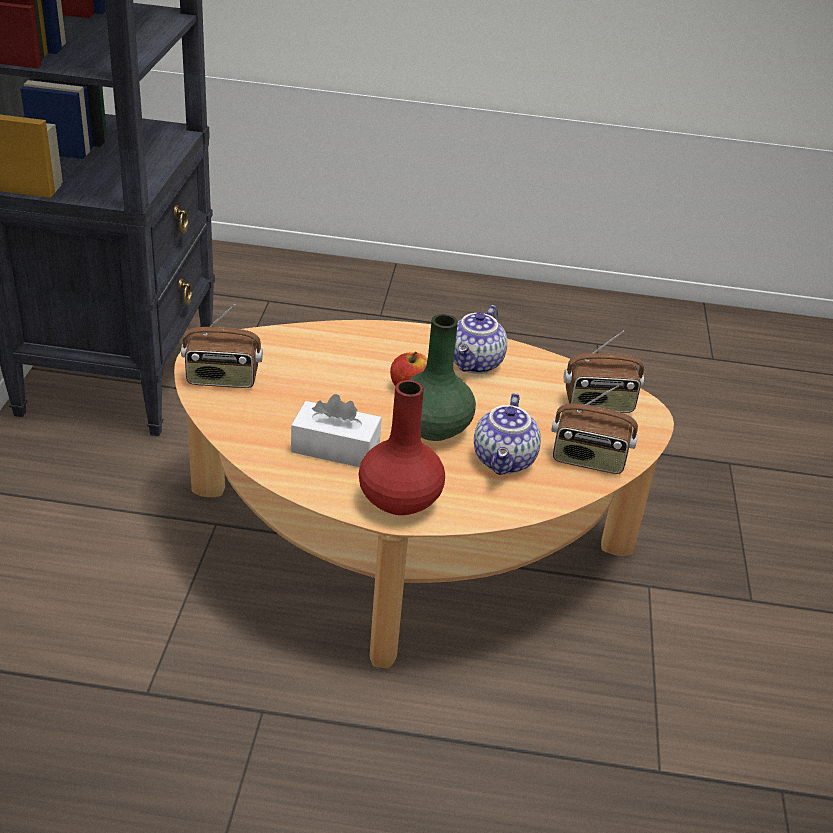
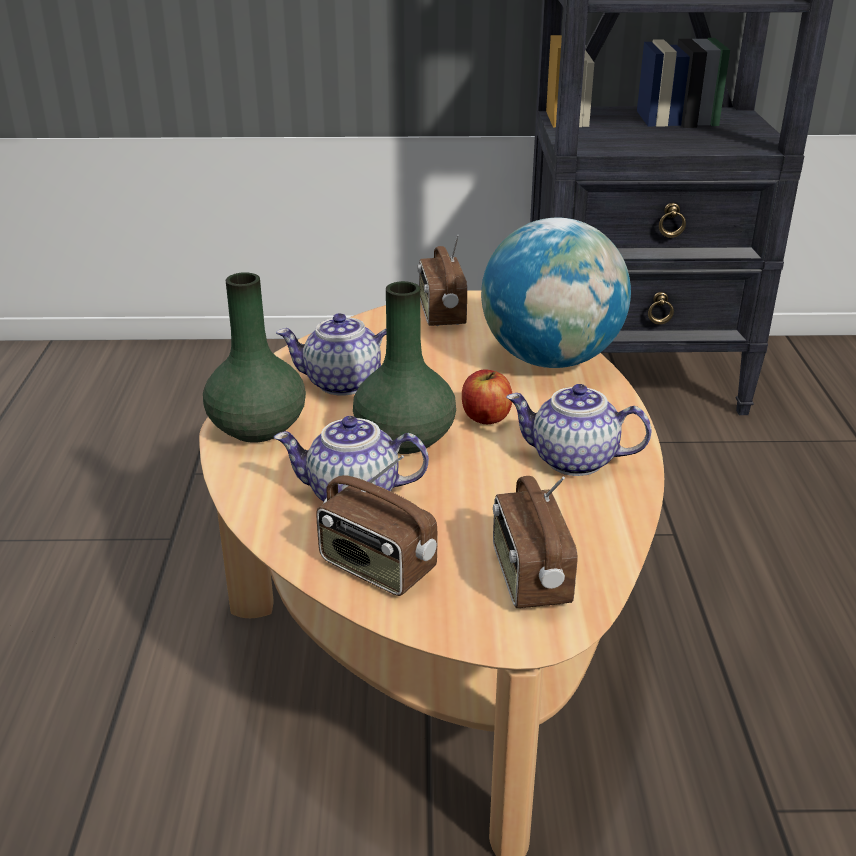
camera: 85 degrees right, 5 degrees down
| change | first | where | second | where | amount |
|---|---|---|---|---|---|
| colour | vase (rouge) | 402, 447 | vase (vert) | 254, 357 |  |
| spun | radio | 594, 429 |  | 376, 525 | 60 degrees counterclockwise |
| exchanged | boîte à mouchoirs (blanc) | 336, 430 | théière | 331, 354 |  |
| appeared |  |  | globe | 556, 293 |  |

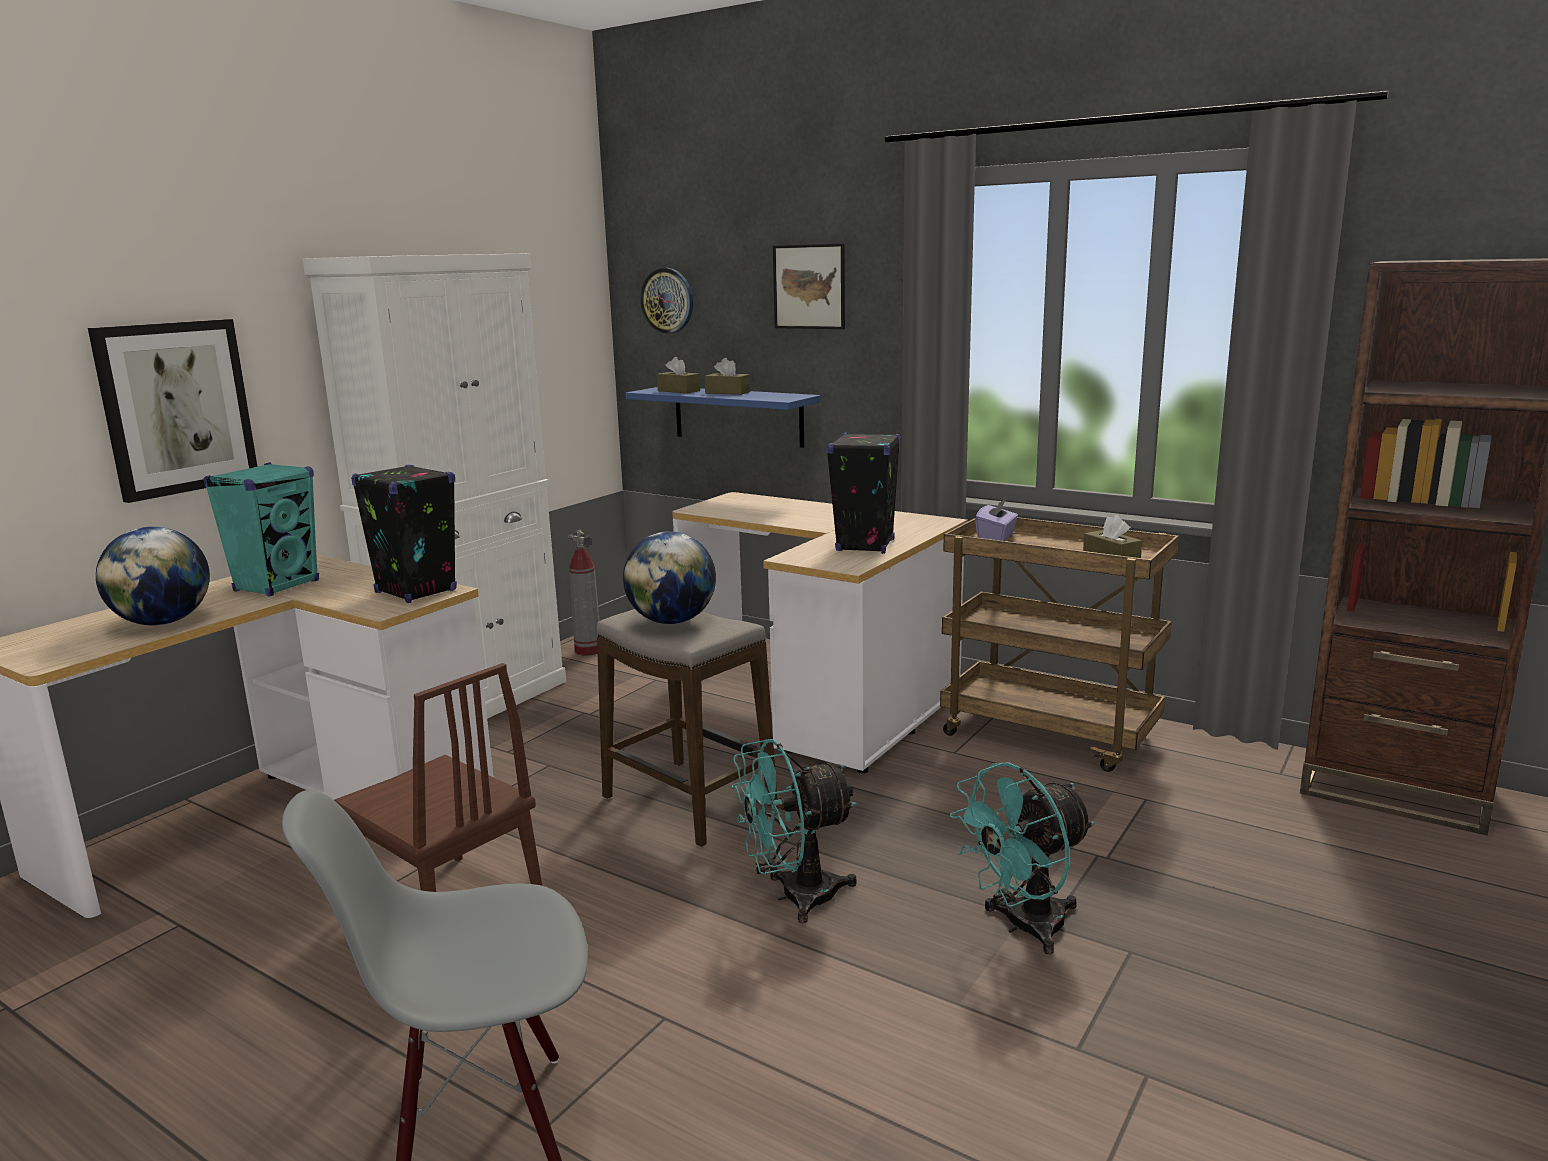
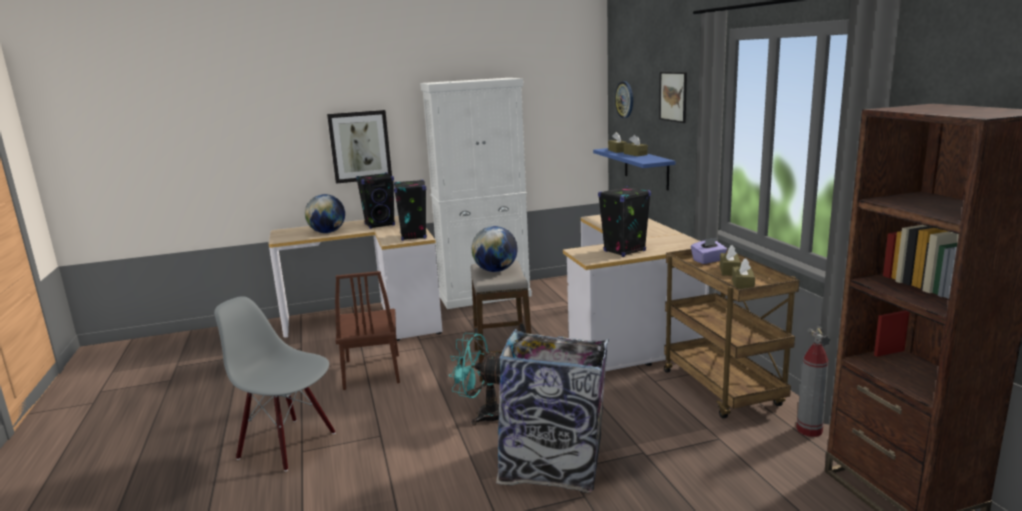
camera: 40 degrees right, 0 degrees up
| change | first | where | second | where | amount |
|---|---|---|---|---|---|
| colour | enceinte (turquoise) | 261, 529 | enceinte (noir) | 375, 200 |  |
| relocated | extincteur | 584, 592 |  | 813, 381 |  |
| exchanged | ventilateur (turquoise) | 1022, 858 | poubelle | 552, 411 |  |
| appeared |  |  | boîte à mouchoirs (marron) | 730, 260 |  |

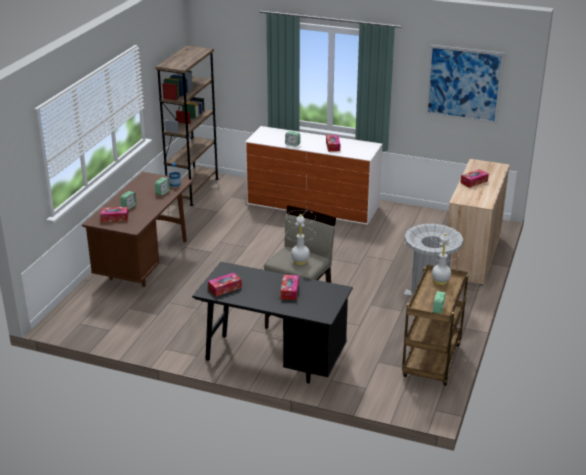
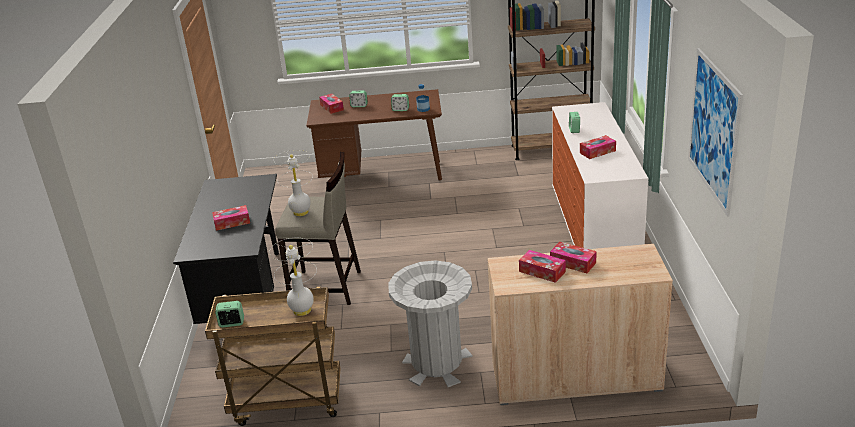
camera: 70 degrees right, 0 degrees up
| change | first | where | second | where | amount |
|---|---|---|---|---|---|
| relocated | boîte à mouchoirs | 225, 284 |  | 542, 266 |  |

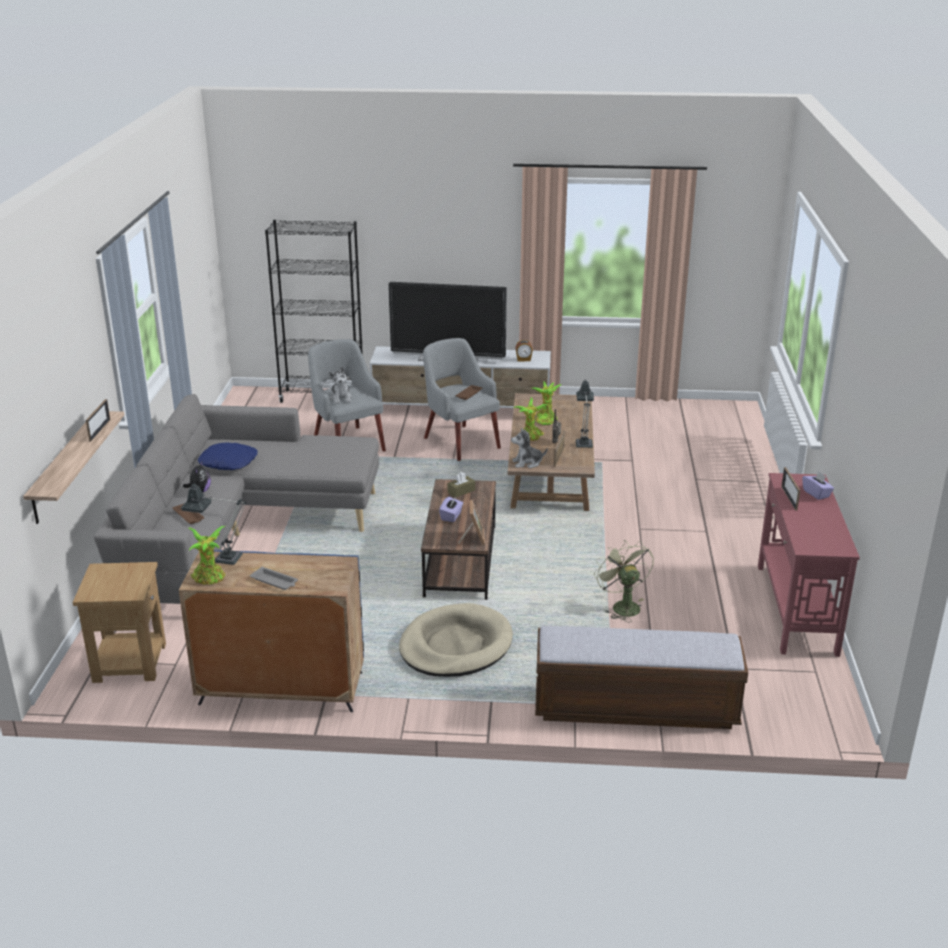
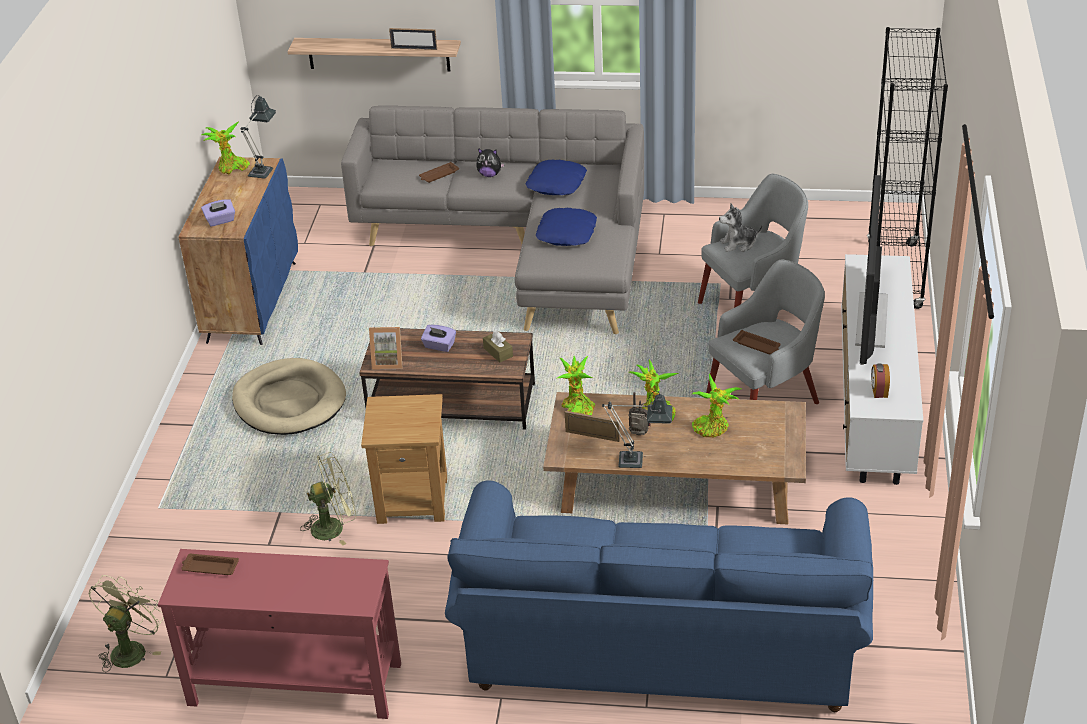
camera: 95 degrees right, 10 degrees up
| change | first | where | second | where | amount |
|---|---|---|---|---|---|
| exchanged | peluche | 529, 448 | plante en pot | 575, 385 |  |
| missing | cadre photo | 790, 488 |  |  |  |
| relocated | boîte à mouchoirs (violet) | 818, 485 |  | 218, 212 |  |
| relocated | table d'appoint (marron) | 119, 622 |  | 404, 459 |  |
| missing | plateau (gris) | 274, 578 |  |  |  |
| missing | banc | 641, 677 |  |  |  |
| appeared |  |  | coussin (bleu) | 566, 227 |  |
| appeared |  |  | canapé (bleu) | 659, 596 |  |
| appeared |  |  | plateau (marron) | 210, 564 |  |
| appeared |  |  | ventilateur (vert) | 126, 623 |  |

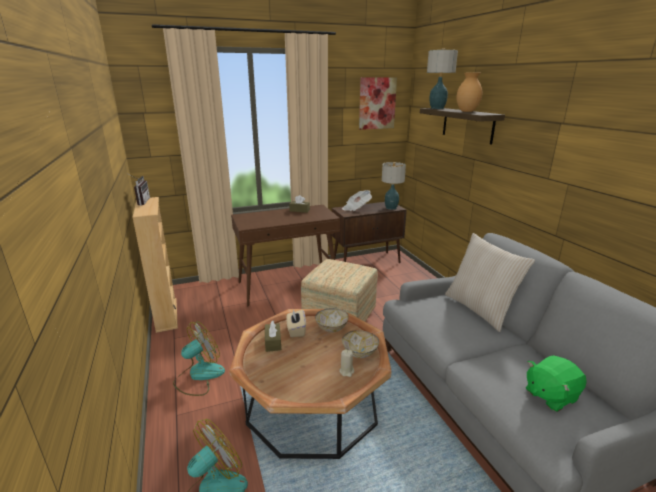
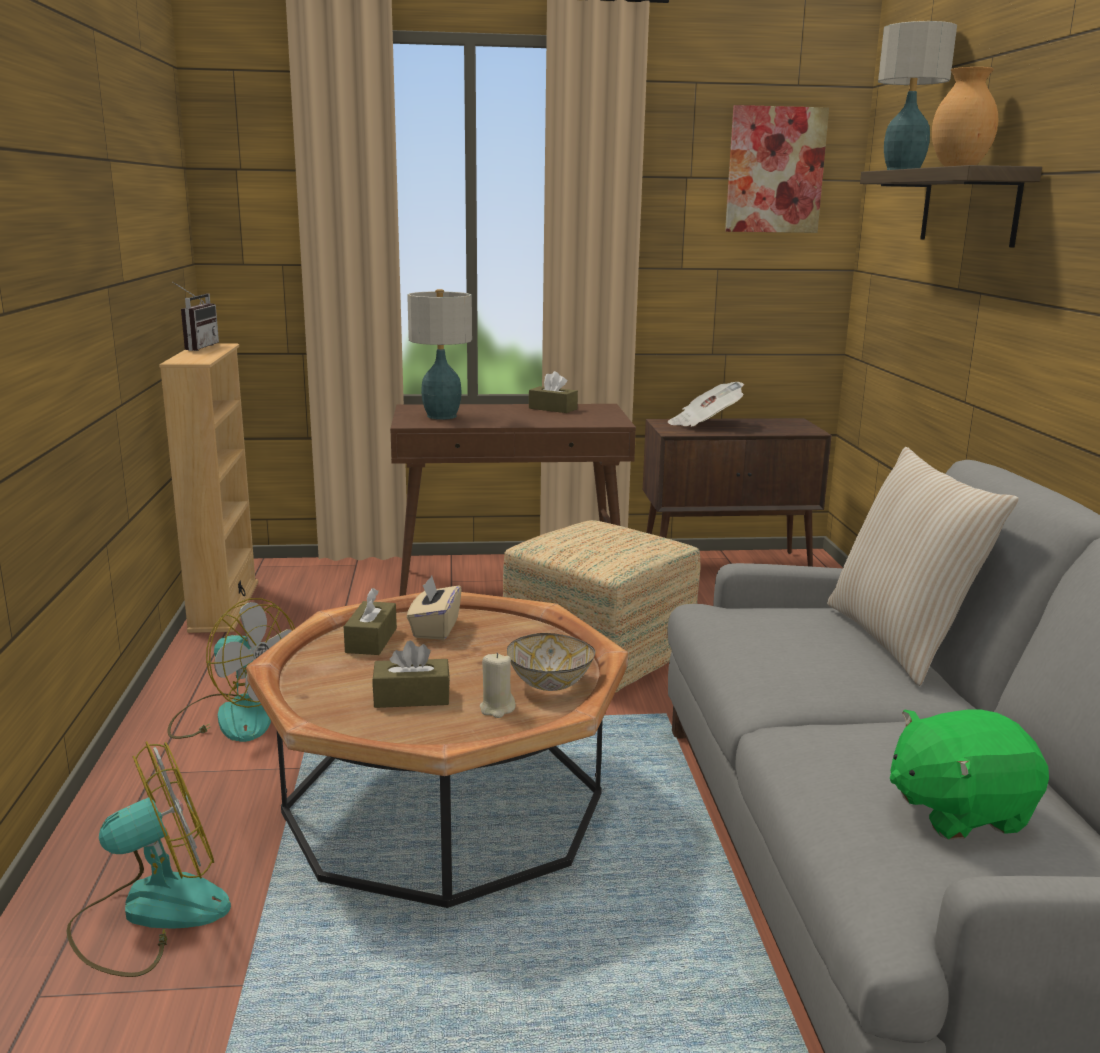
camera: 15 degrees right, 5 degrees down
| change | first | where | second | where | amount |
|---|---|---|---|---|---|
| relocated | lampe de table | 394, 186 |  | 439, 354 |  |
| missing | bol | 332, 320 |  |  |  |
| spun | ventilateur | 199, 358 |  | 231, 670 | 60 degrees clockwise |
| appeared |  |  | boîte à mouchoirs (marron) | 411, 674 |  |

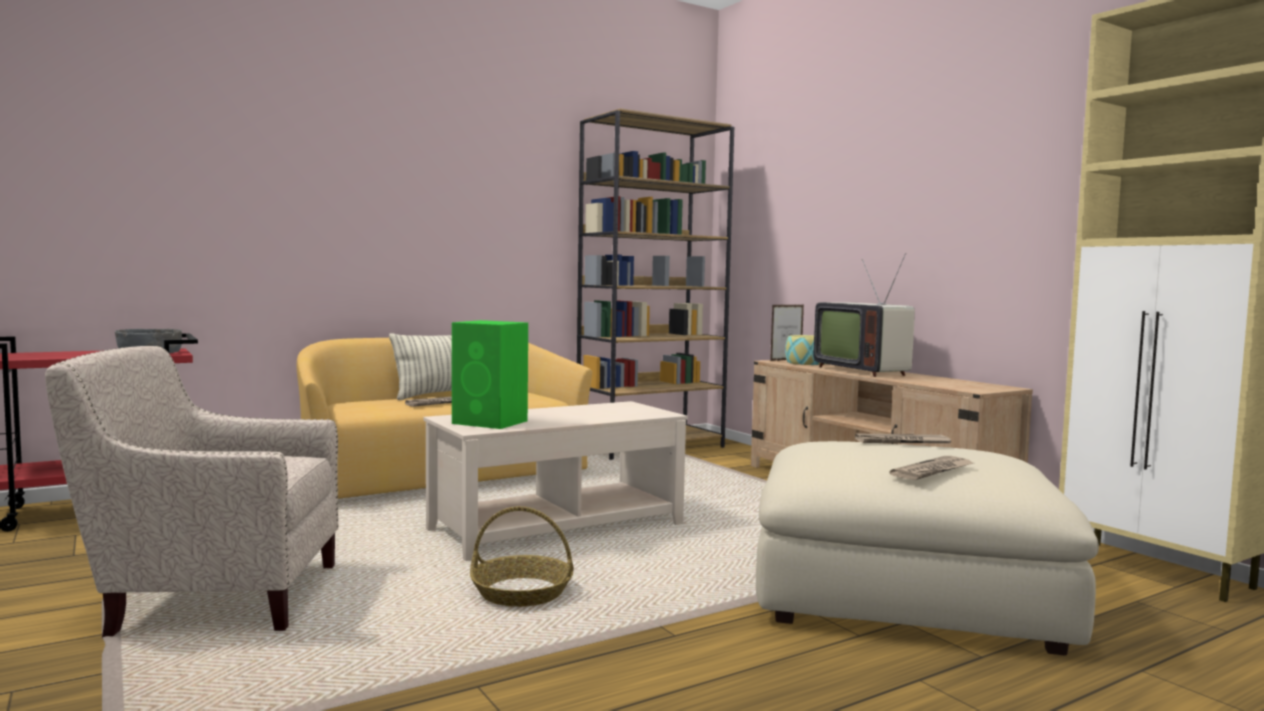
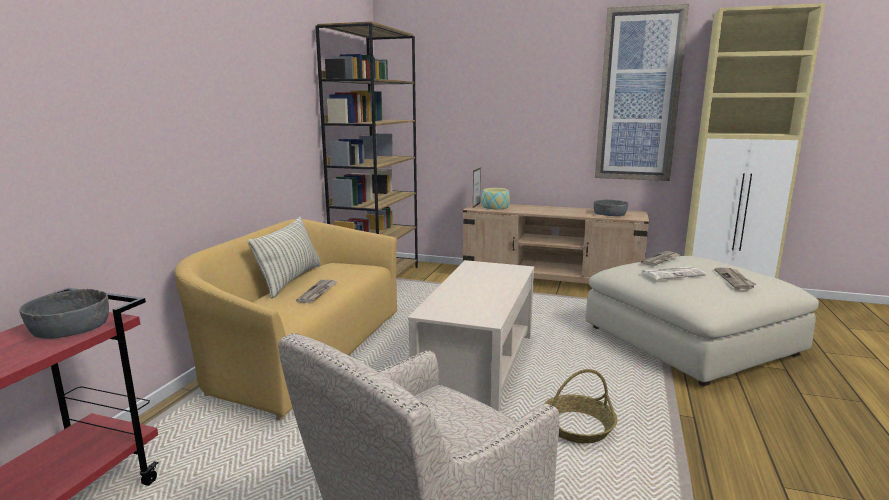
camera: 40 degrees left, 10 degrees up
| change | first | where | second | where | amount |
|---|---|---|---|---|---|
| missing | téléviseur | 864, 315 |  |  |  |
| missing | enceinte (vert) | 490, 374 |  |  |  |
| appeared |  |  | tableau | 642, 92 |  |
| appeared |  |  | bol (gris) | 611, 208 |  |
| appeared |  |  | journal | 674, 273 |  |

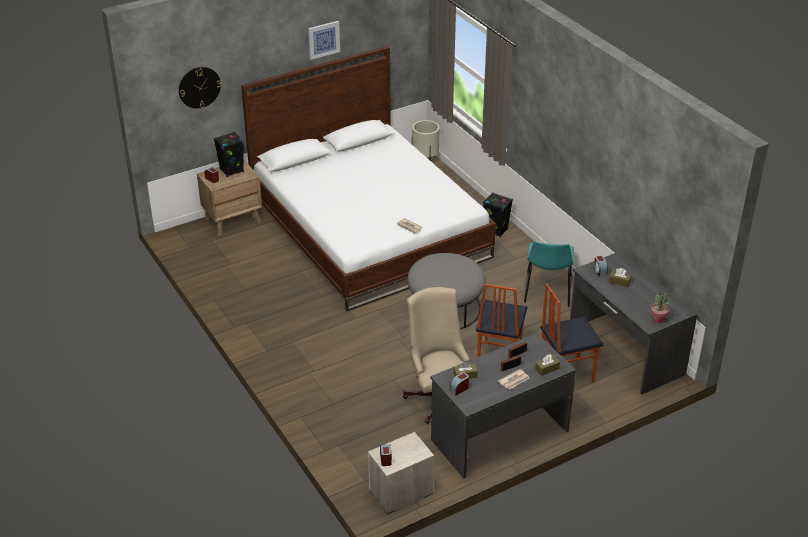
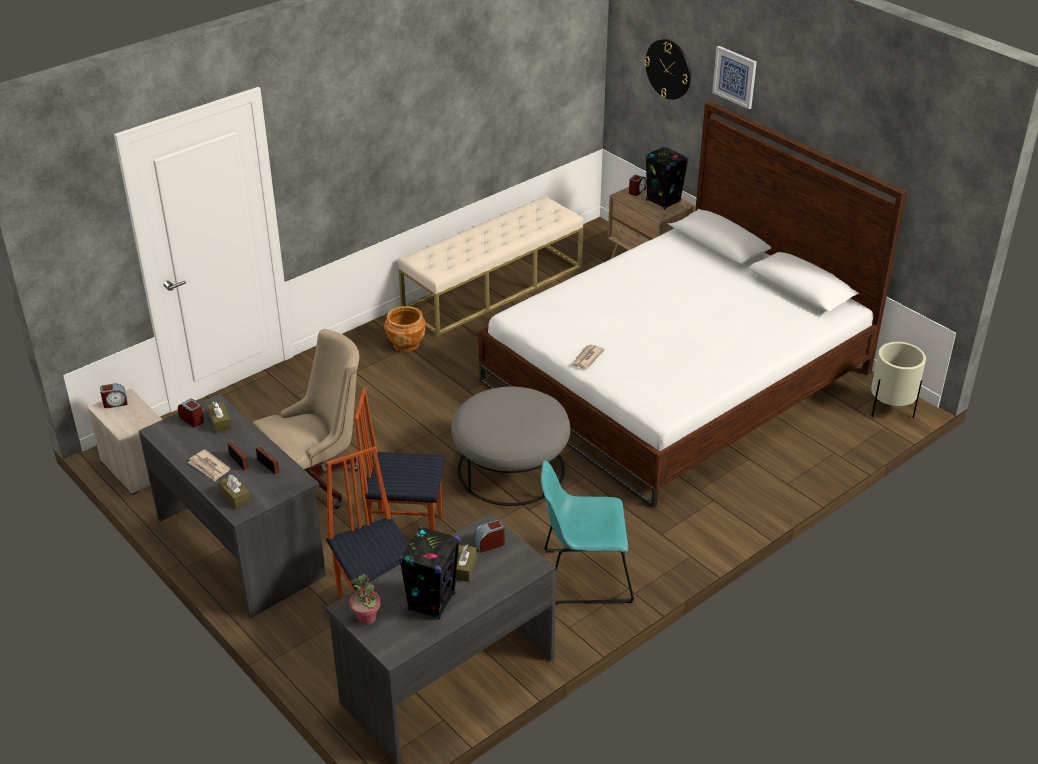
camera: 80 degrees right, 0 degrees up
| change | first | where | second | where | amount |
|---|---|---|---|---|---|
| relocated | tableau | 324, 40 |  | 734, 77 |  |
| relocated | enceinte (noir) | 498, 214 |  | 429, 572 |  |
| appeared |  |  | banc (beige) | 490, 266 |  |
| appeared |  |  | cache-pot (marron) | 404, 329 |  |

